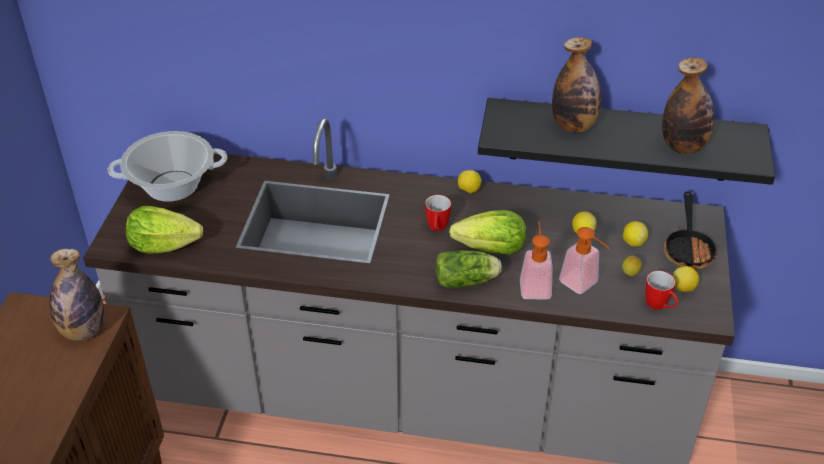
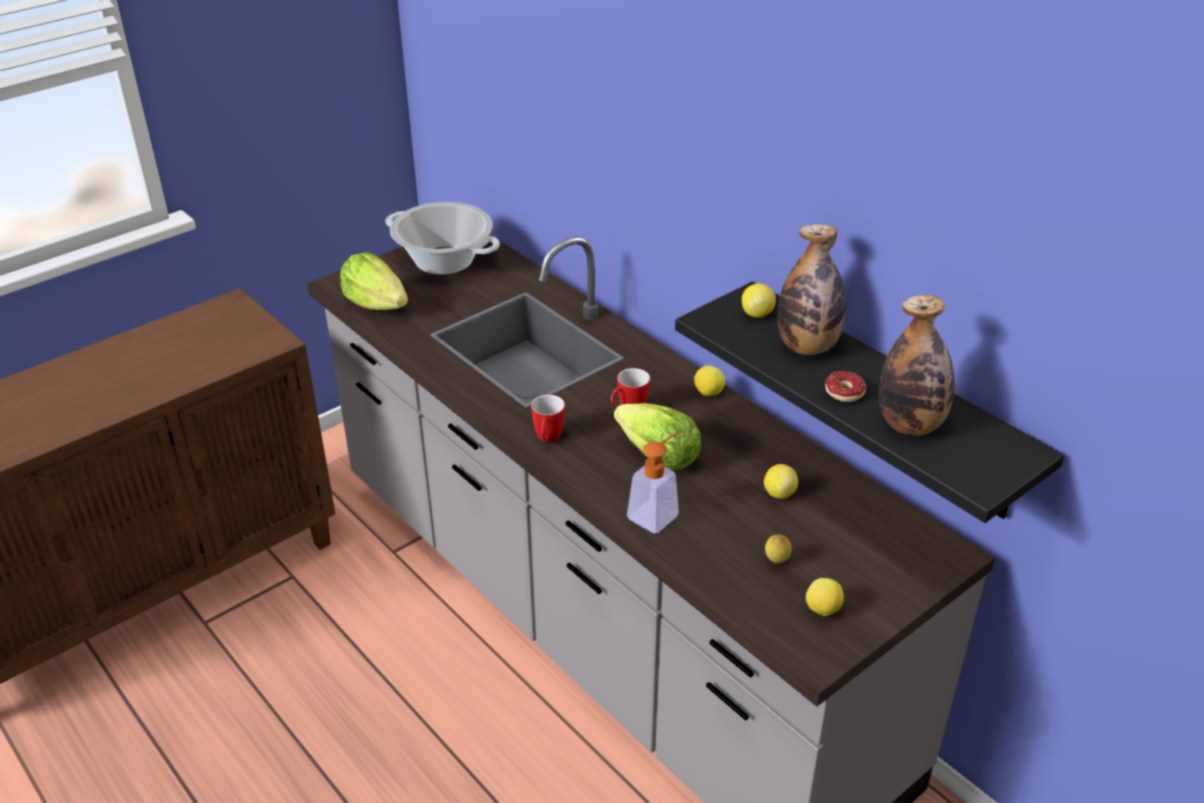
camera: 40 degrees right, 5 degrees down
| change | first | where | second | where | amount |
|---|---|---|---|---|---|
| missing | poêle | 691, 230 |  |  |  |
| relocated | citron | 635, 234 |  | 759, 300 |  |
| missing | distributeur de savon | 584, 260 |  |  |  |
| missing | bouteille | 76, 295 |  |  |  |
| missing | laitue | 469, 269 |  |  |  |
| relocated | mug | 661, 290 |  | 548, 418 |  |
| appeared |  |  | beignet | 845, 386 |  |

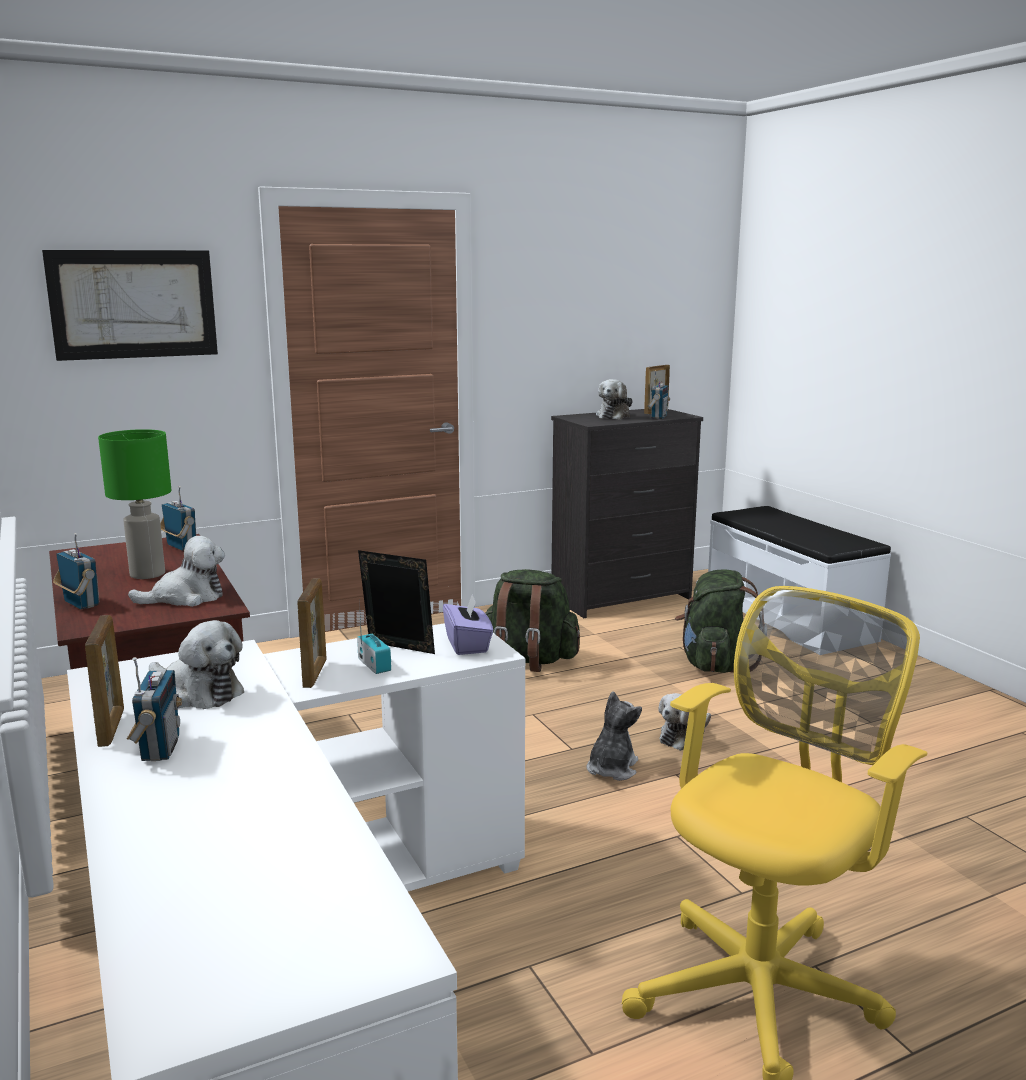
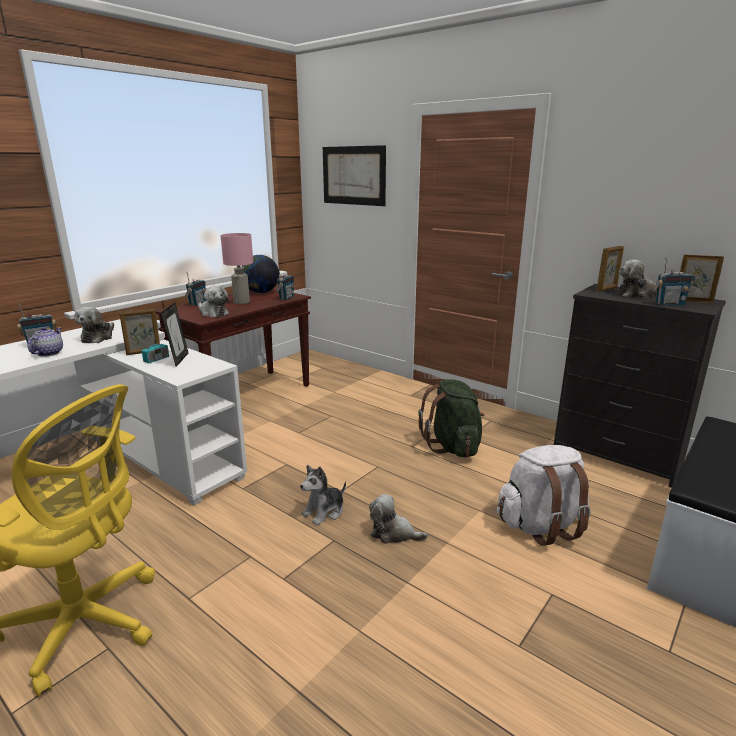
camera: 65 degrees right, 5 degrees up
| change | first | where | second | where | amount |
|---|---|---|---|---|---|
| colour | lampe de table (vert) | 134, 504 | lampe de table (rose) | 236, 268 |  |
| colour | sac à dos (vert) | 716, 621 | sac à dos (blanc) | 543, 495 |  |
| missing | boîte à mouchoirs (violet) | 468, 625 |  |  |  |
| relocated | cadre photo | 104, 681 |  | 610, 269 |  |
| spun | peluche | 614, 736 |  | 323, 495 | 135 degrees clockwise |
| appeared |  |  | globe | 260, 274 |  |
| appeared |  |  | théière | 45, 342 |  |

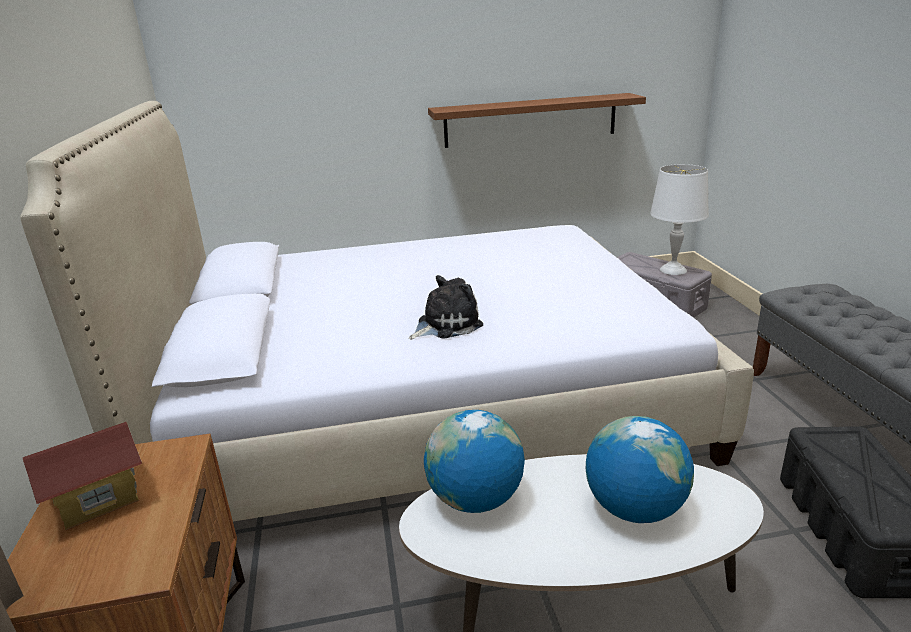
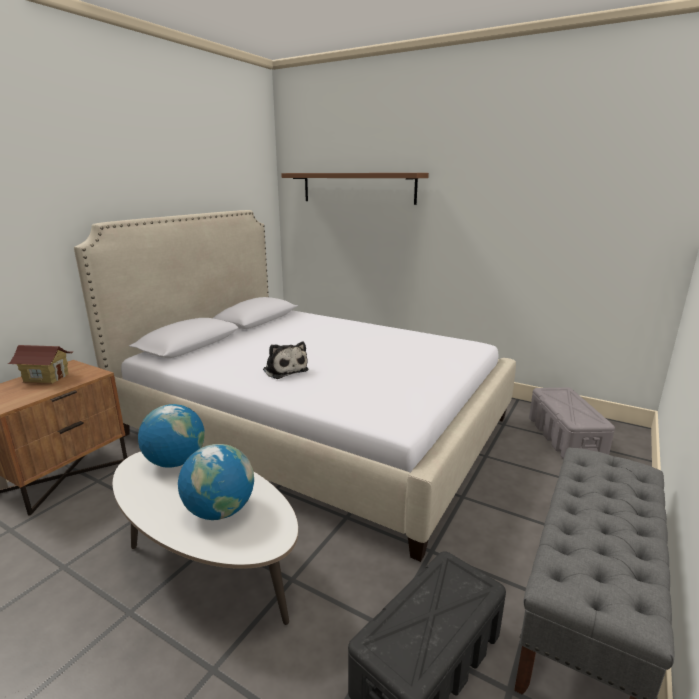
camera: 40 degrees right, 5 degrees down
| change | first | where | second | where | amount |
|---|---|---|---|---|---|
| relocated | étagère (marron) | 537, 120 |  | 355, 189 |  |
| missing | lampe de table (blanc) | 679, 219 |  |  |  |
| spun | peluche | 446, 307 |  | 286, 360 | 45 degrees clockwise |

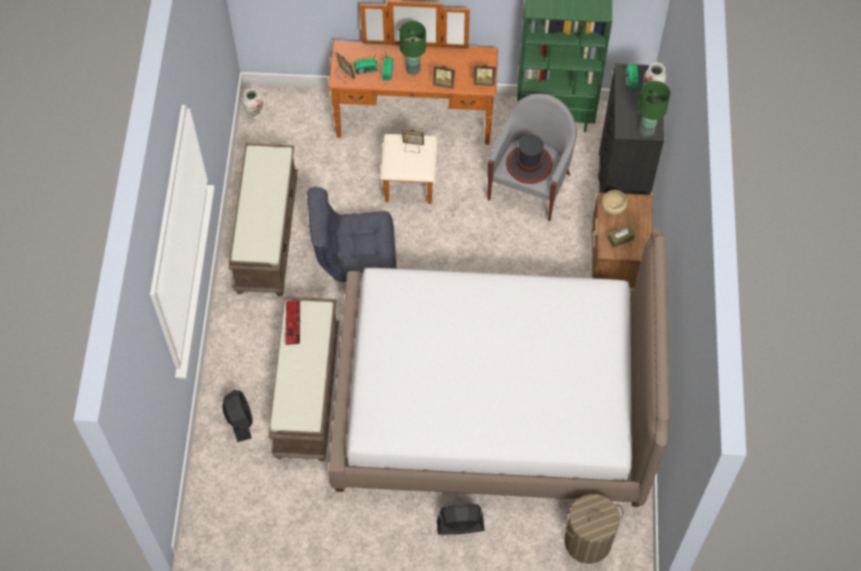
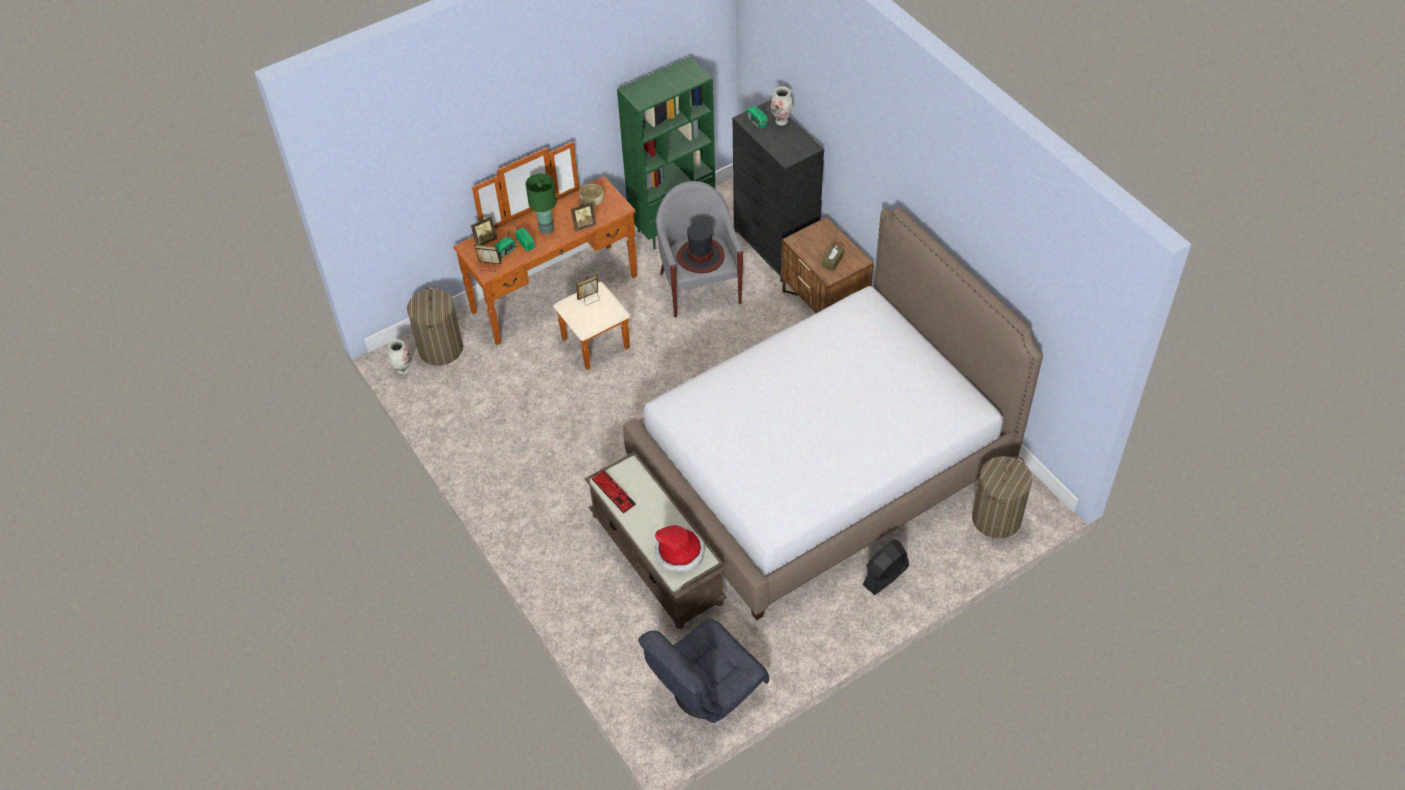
camera: 35 degrees left, 10 degrees down
| change | first | where | second | where | amount |
|---|---|---|---|---|---|
| relocated | cadre photo | 484, 75 |  | 484, 230 |  |
| missing | lampe de table (vert) | 654, 109 |  |  |  |
| missing | banc (marron) | 263, 219 |  |  |  |
| relocated | fauteuil (gris) | 351, 234 |  | 703, 671 |  |
| relocated | bol (beige) | 614, 202 |  | 591, 195 |  |
| missing | ventilateur (noir) | 238, 416 |  |  |  |
| appeared |  |  | panier à linge | 435, 326 |  |
| appeared |  |  | chapeau | 680, 549 |  |

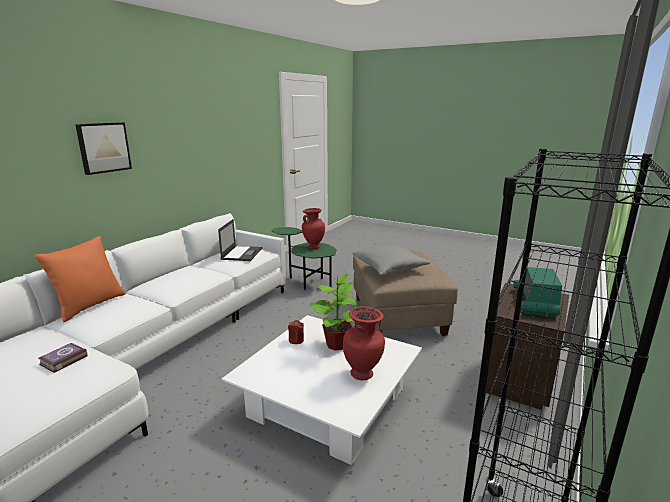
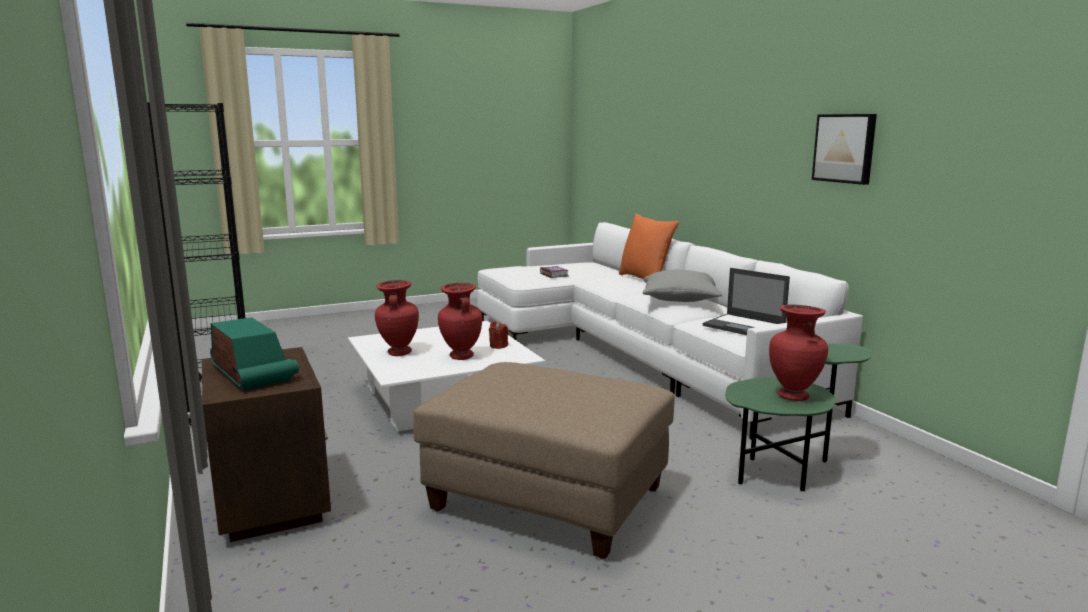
camera: 125 degrees right, 5 degrees down
| change | first | where | second | where | amount |
|---|---|---|---|---|---|
| relocated | tableau | 103, 148 |  | 844, 149 |  |
| relocated | coussin (gris) | 390, 260 |  | 682, 286 |  |
| exchanged | plante en pot | 333, 312 | vase (rouge) | 460, 321 |  |

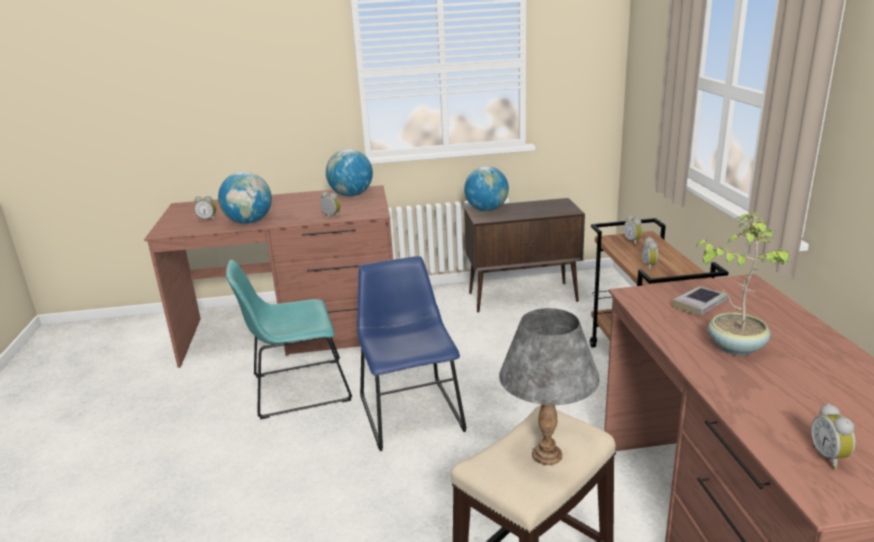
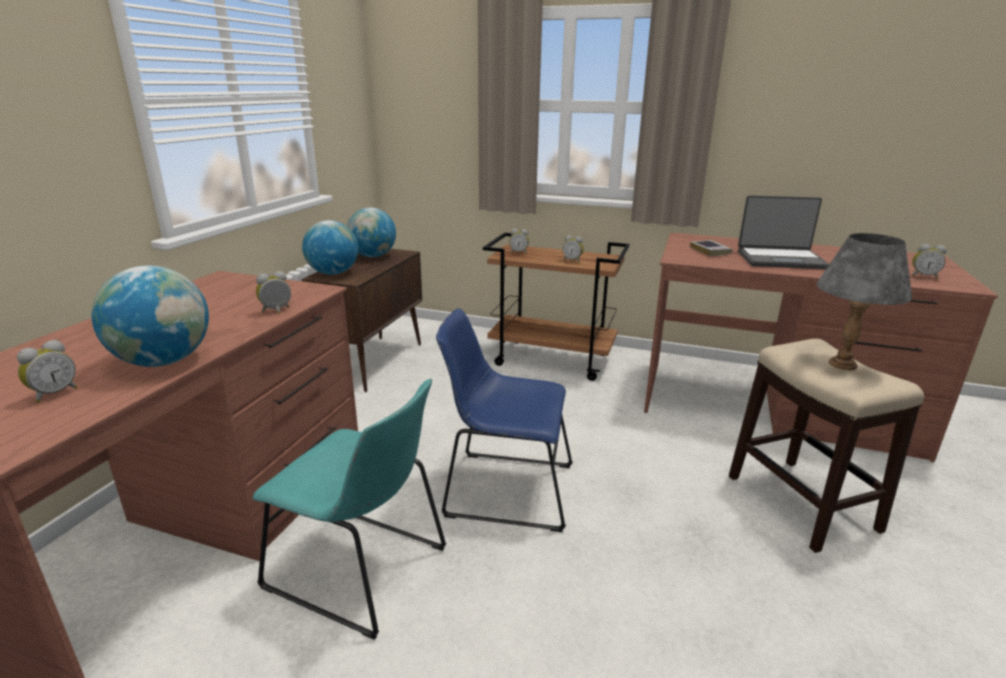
camera: 65 degrees left, 0 degrees up
| change | first | where | second | where | amount |
|---|---|---|---|---|---|
| relocated | globe | 349, 172 |  | 371, 232 |  |
| exchanged | plante en pot | 743, 284 | ordinateur portable | 783, 232 |  |
| spun | chaise (turquoise) | 289, 340 |  | 349, 509 | 75 degrees counterclockwise |

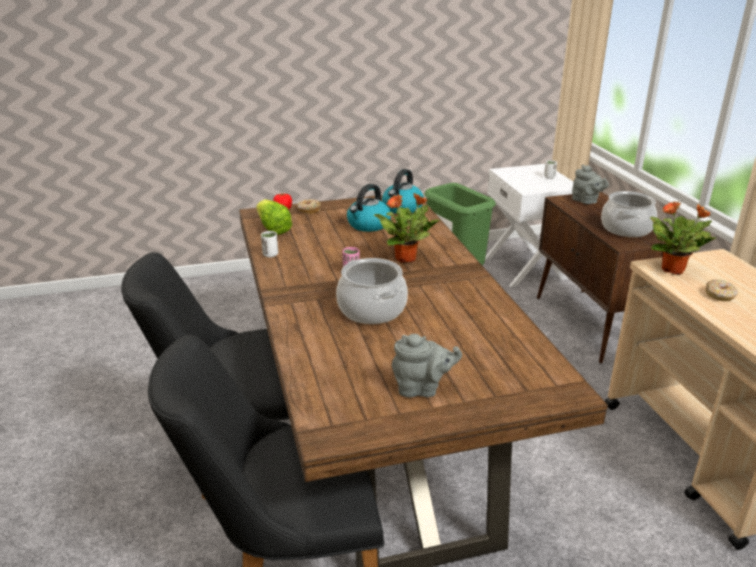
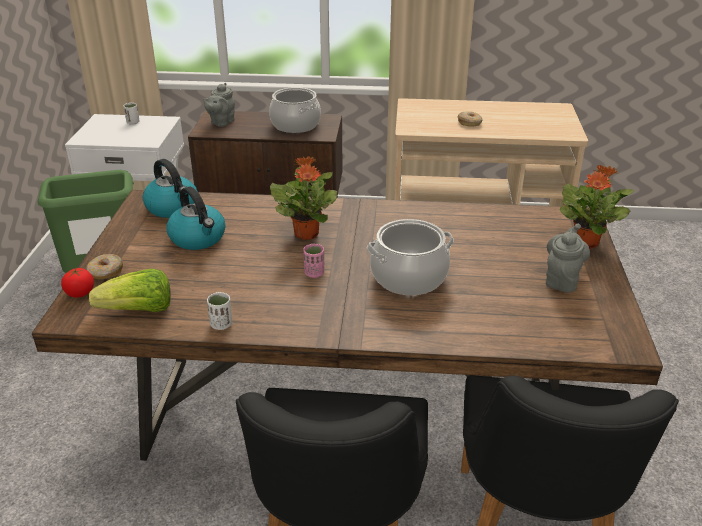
camera: 70 degrees left, 5 degrees up
| change | first | where | second | where | amount |
|---|---|---|---|---|---|
| spun | théière (gris) | 590, 184 |  | 219, 105 | 135 degrees clockwise |
| relocated | plante en pot | 683, 238 |  | 597, 207 |  |

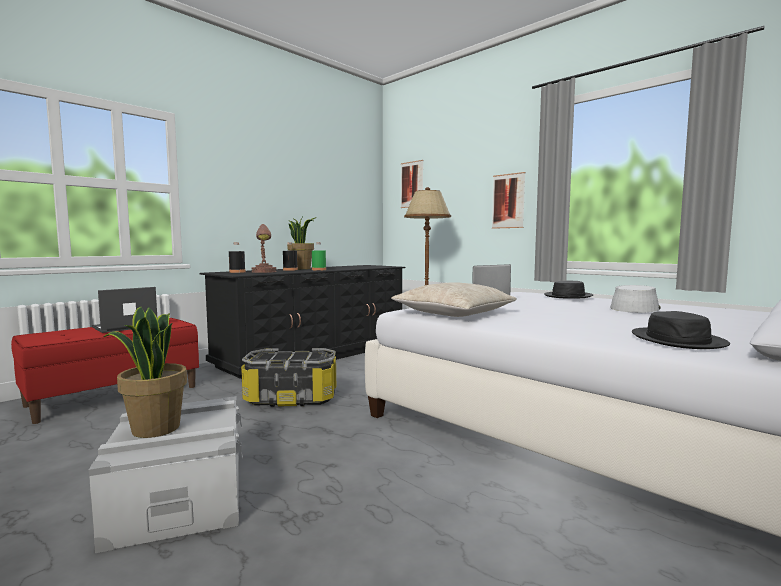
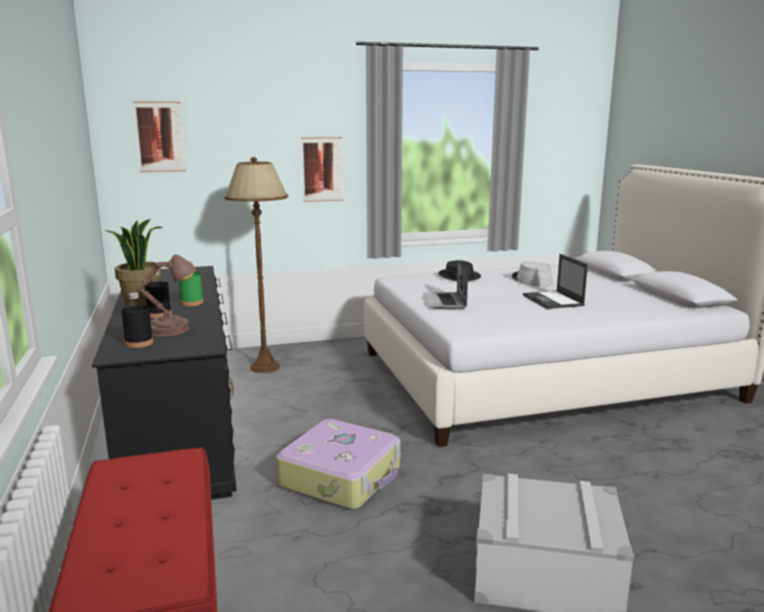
camera: 60 degrees left, 10 degrees up
| change | first | where | second | where | amount |
|---|---|---|---|---|---|
| missing | coussin (beige) | 454, 299 |  |  |  |
| relocated | ordinateur portable | 124, 310 |  | 555, 281 |  |
| missing | plante en pot | 145, 372 |  |  |  |
| missing | chapeau (noir) | 681, 330 |  |  |  |
| exchanged | boîte de rangement | 288, 377 | valise | 338, 464 |  |

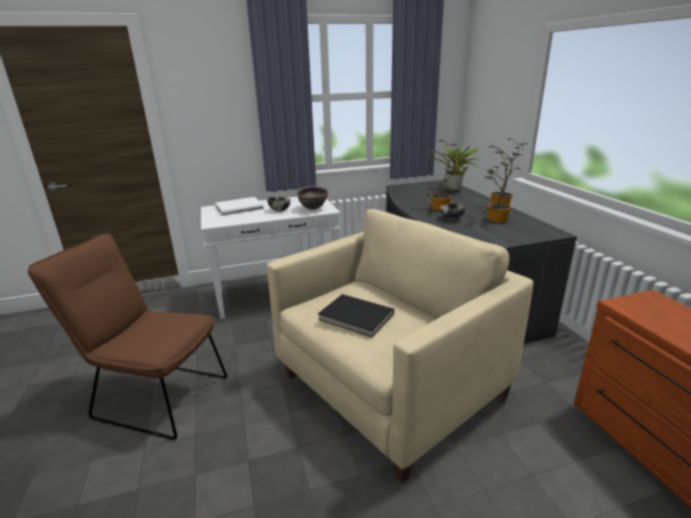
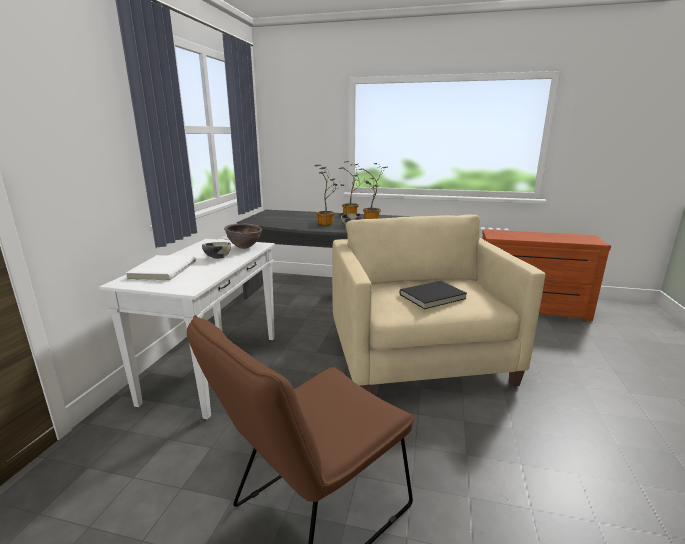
camera: 60 degrees left, 5 degrees down
| change | first | where | second | where | amount |
|---|---|---|---|---|---|
| missing | plante en pot | 454, 168 |  |  |  |

